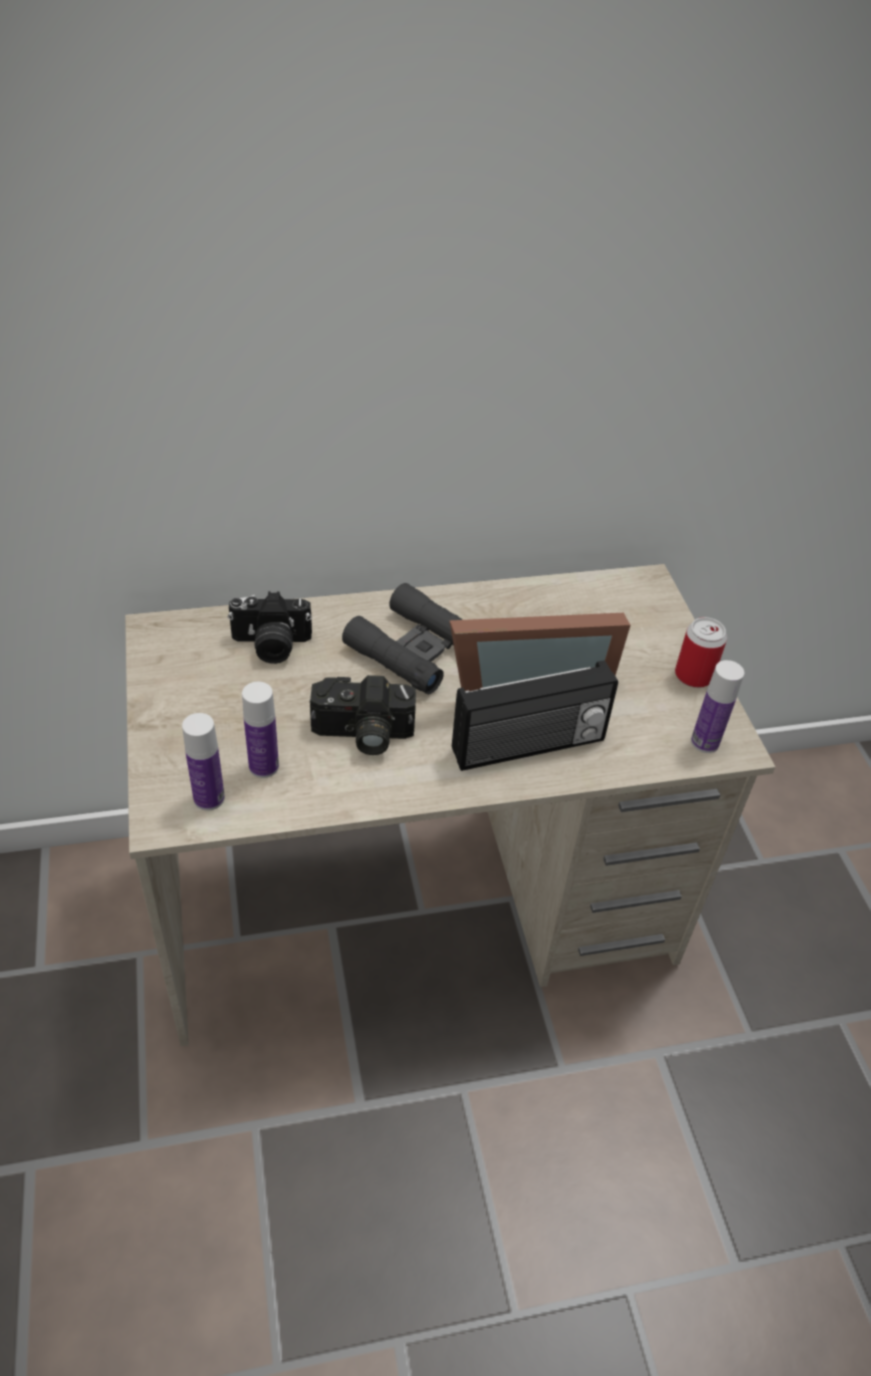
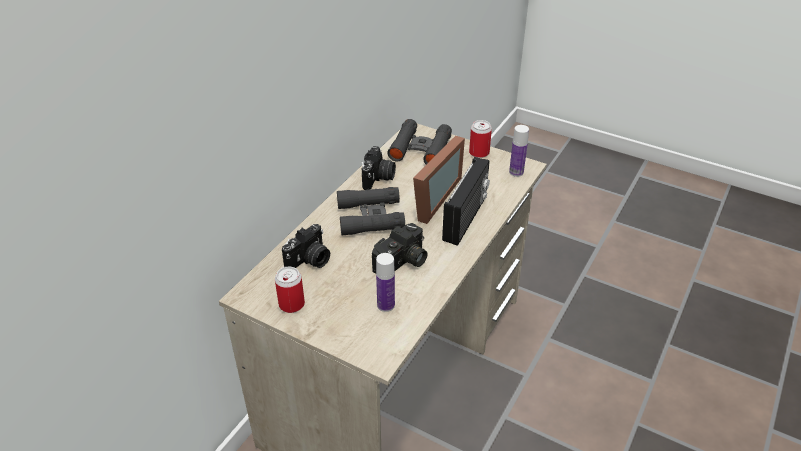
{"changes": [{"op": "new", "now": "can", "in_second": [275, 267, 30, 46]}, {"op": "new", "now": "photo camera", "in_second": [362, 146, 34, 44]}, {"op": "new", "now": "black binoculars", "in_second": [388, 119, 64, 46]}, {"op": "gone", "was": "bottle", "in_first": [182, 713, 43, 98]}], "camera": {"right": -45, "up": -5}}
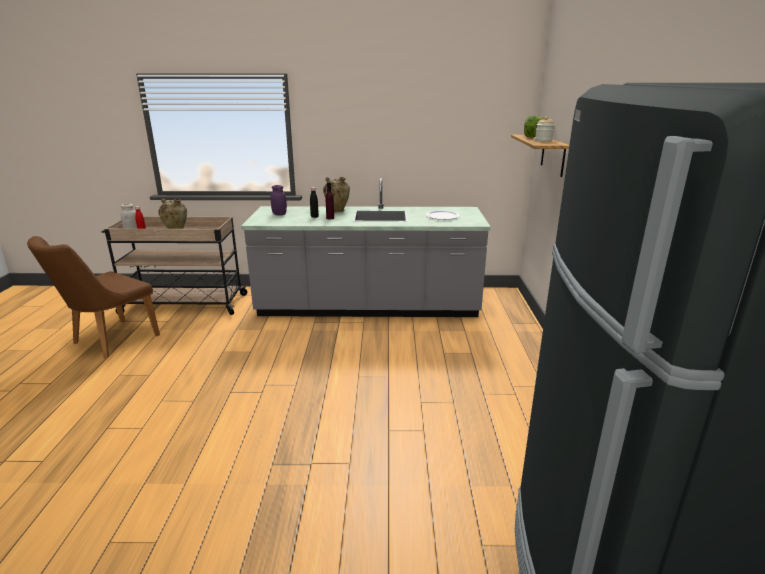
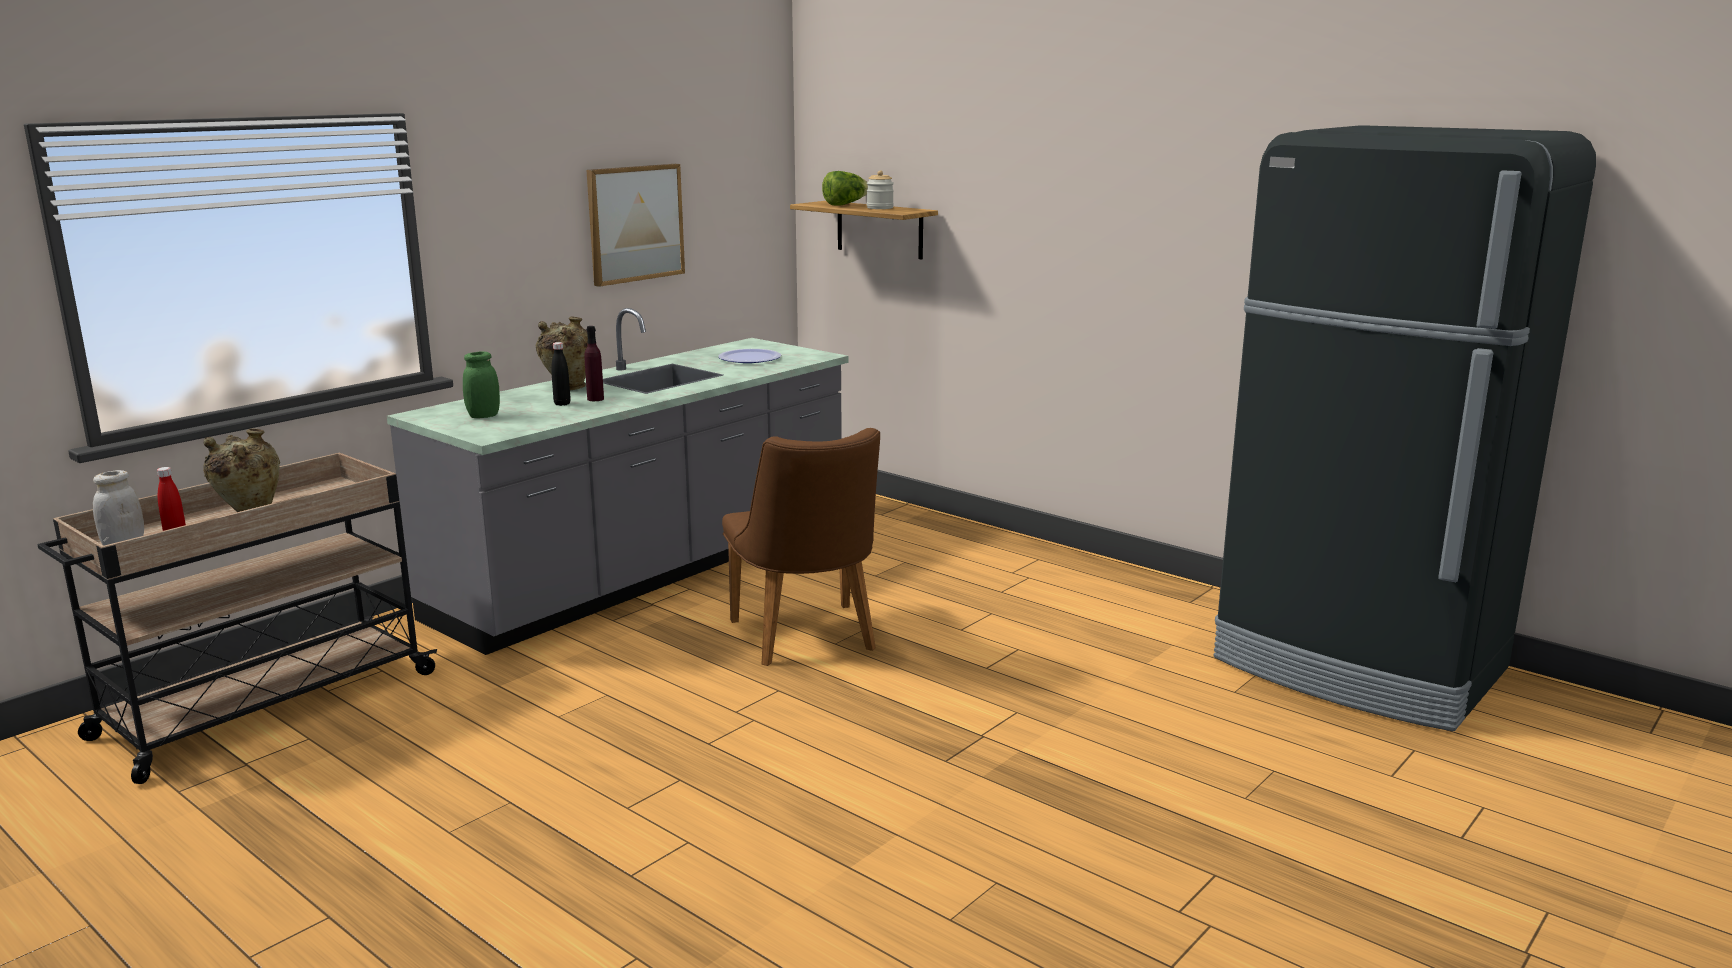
{"changes": [{"op": "repainted", "was": "purple jar", "now": "green jar", "in_first": [271, 185, 16, 30], "in_second": [463, 351, 37, 67]}, {"op": "new", "now": "picture", "in_second": [586, 164, 99, 123]}, {"op": "shifted", "was": "brown chair", "in_first": [27, 236, 133, 122], "in_second": [722, 428, 158, 238]}], "camera": {"right": -50, "up": -5}}
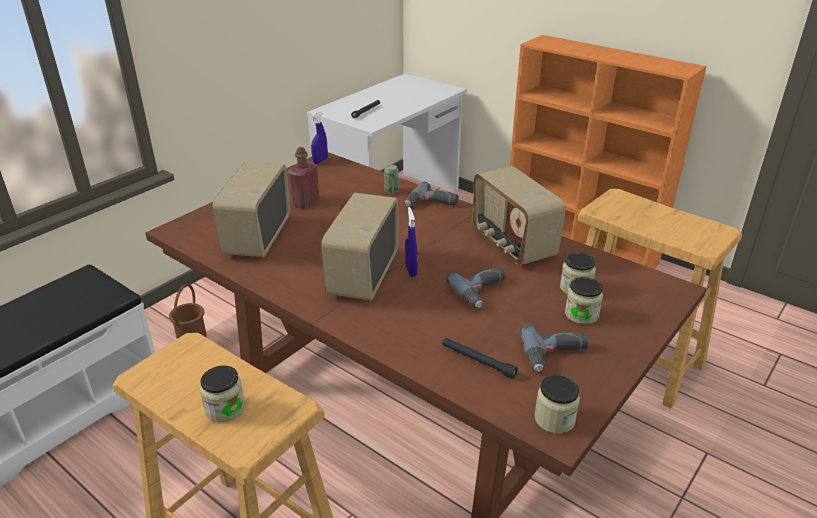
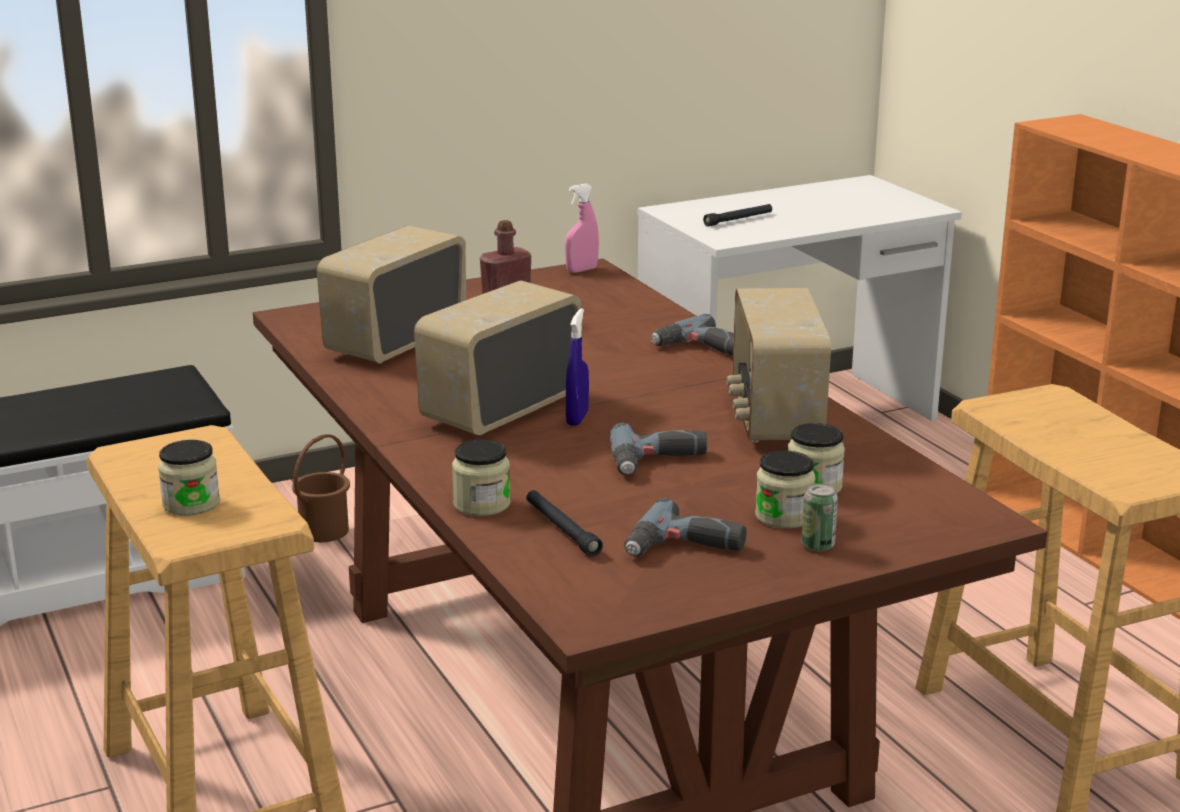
{"changes": [{"op": "shifted", "was": "jar", "in_first": [534, 375, 46, 59], "in_second": [452, 439, 58, 77]}, {"op": "repainted", "was": "blue spray bottle", "now": "pink spray bottle", "in_first": [311, 112, 17, 52], "in_second": [565, 184, 34, 89]}, {"op": "shifted", "was": "can", "in_first": [384, 165, 15, 29], "in_second": [801, 483, 37, 69]}], "camera": {"right": 25, "up": -10}}
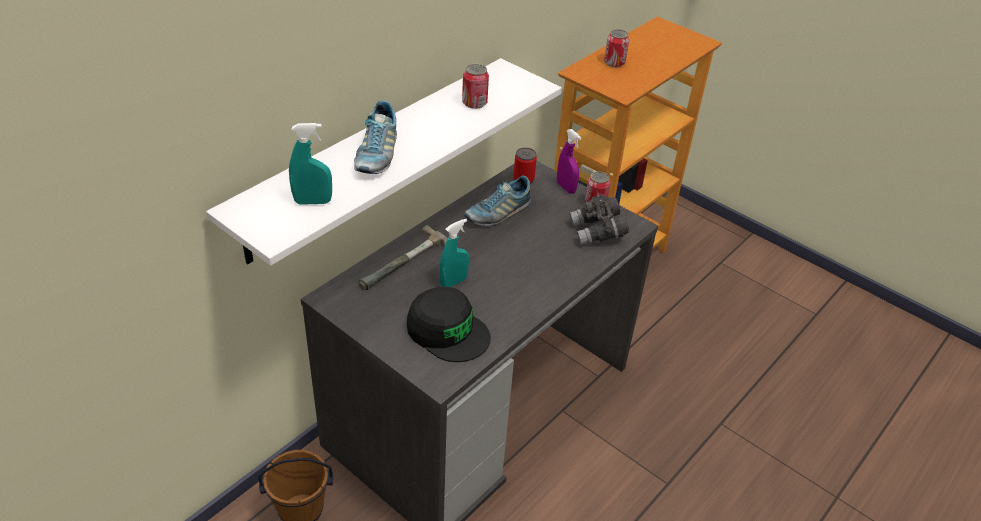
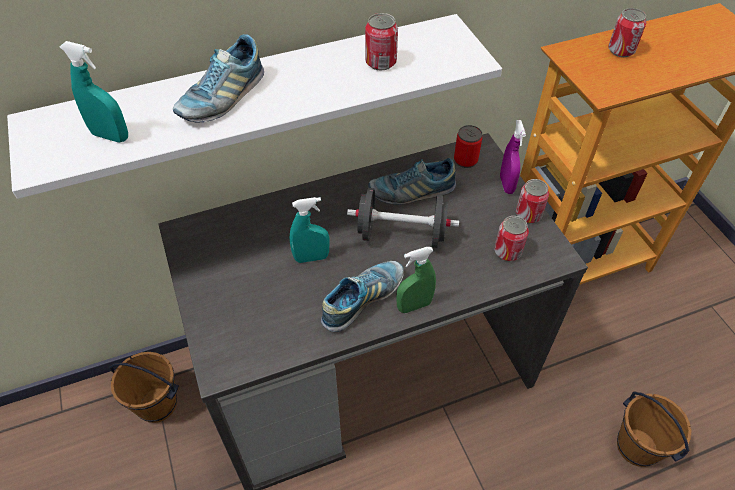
{"changes": [{"op": "new", "now": "shoe", "in_second": [321, 261, 83, 71]}, {"op": "new", "now": "black dumbbell", "in_second": [347, 188, 112, 60]}, {"op": "new", "now": "green spray bottle", "in_second": [396, 247, 40, 66]}, {"op": "swapped", "was": "grey binoculars", "now": "can", "in_first": [570, 194, 59, 51], "in_second": [494, 216, 35, 45]}, {"op": "new", "now": "brown bucket", "in_second": [617, 391, 75, 76]}, {"op": "gone", "was": "hammer", "in_first": [359, 225, 88, 65]}, {"op": "gone", "was": "black cap", "in_first": [407, 287, 84, 75]}], "camera": {"right": 30, "up": 10}}
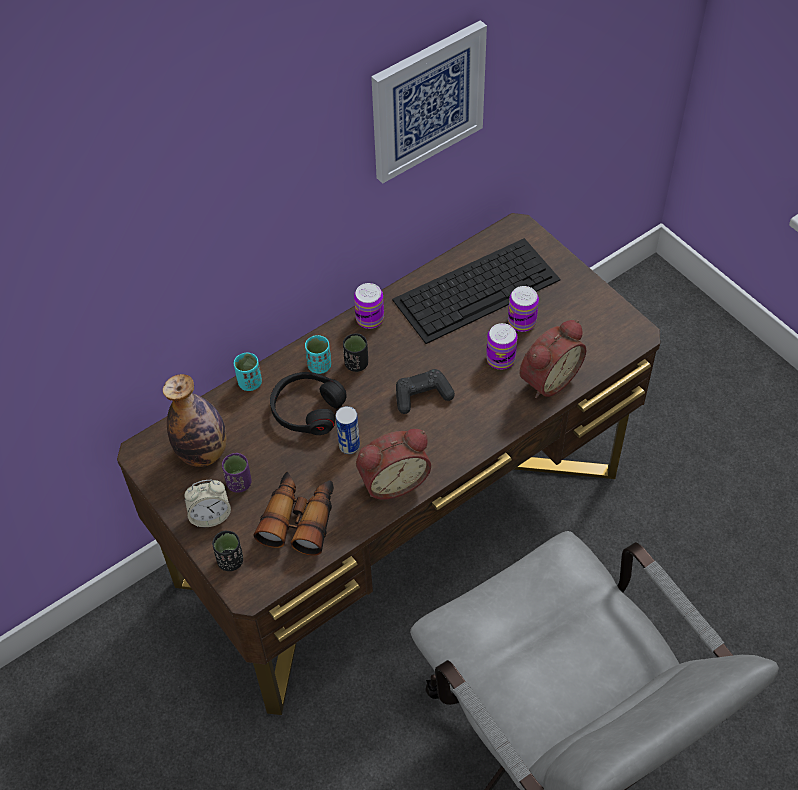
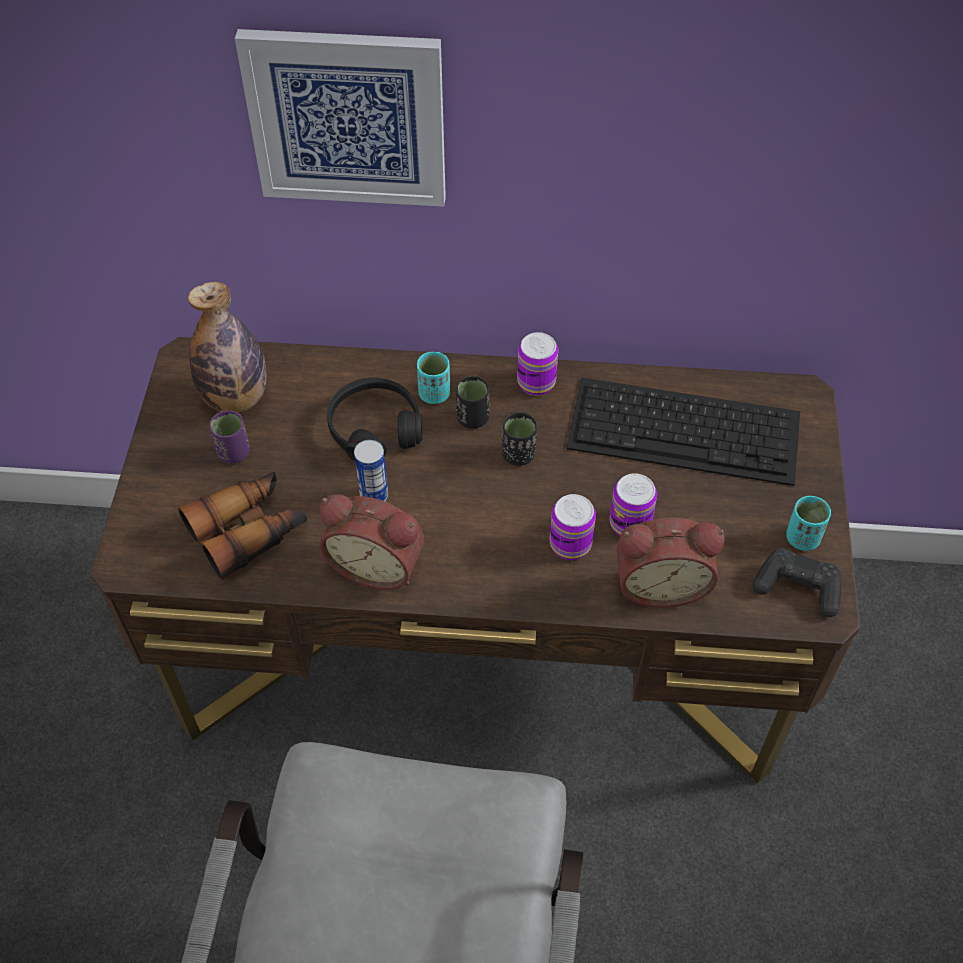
{"changes": [{"op": "shifted", "was": "picture", "in_first": [371, 20, 116, 164], "in_second": [235, 29, 211, 178]}, {"op": "shifted", "was": "black cup", "in_first": [212, 530, 31, 41], "in_second": [502, 412, 35, 54]}, {"op": "shifted", "was": "can", "in_first": [508, 286, 31, 46], "in_second": [549, 494, 47, 66]}, {"op": "shifted", "was": "black game controller", "in_first": [396, 369, 59, 45], "in_second": [752, 548, 89, 69]}, {"op": "shifted", "was": "turquoise cup", "in_first": [234, 353, 28, 38], "in_second": [786, 496, 45, 55]}, {"op": "gone", "was": "alarm clock", "in_first": [184, 480, 47, 47]}], "camera": {"right": 40, "up": 0}}
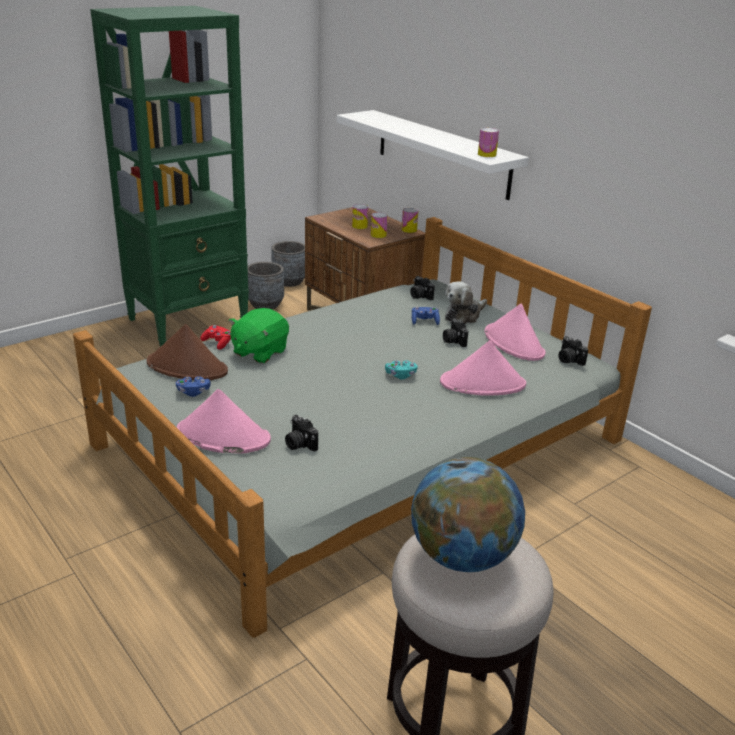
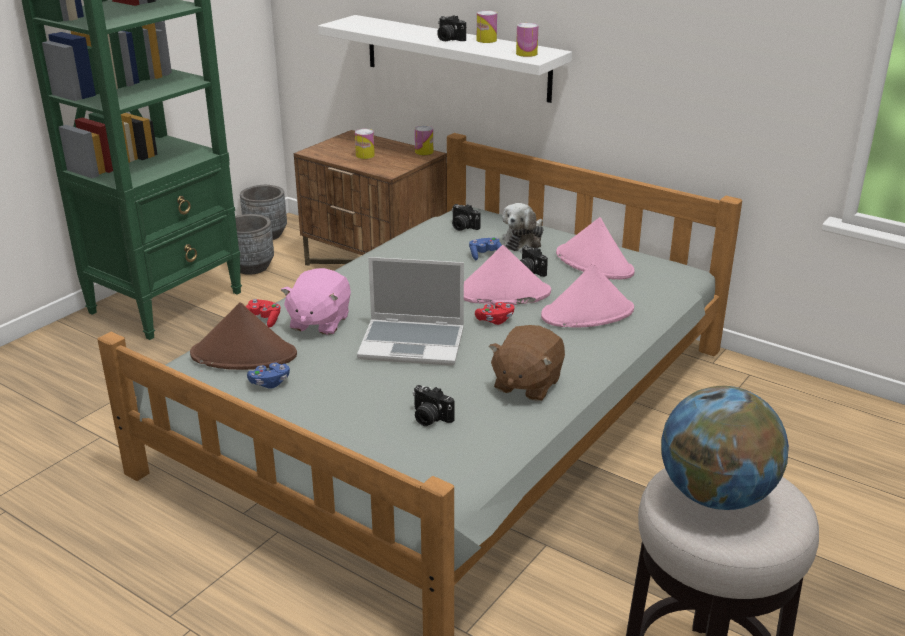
{"changes": [{"op": "repainted", "was": "green plush toy", "now": "pink plush toy", "in_first": [229, 308, 60, 56], "in_second": [281, 268, 70, 67]}, {"op": "new", "now": "laptop", "in_second": [357, 257, 107, 109]}, {"op": "shifted", "was": "photo camera", "in_first": [558, 336, 30, 30], "in_second": [437, 15, 29, 26]}, {"op": "shifted", "was": "pink hat", "in_first": [177, 389, 94, 64], "in_second": [464, 245, 87, 60]}, {"op": "repainted", "was": "turquoise game controller", "now": "red game controller", "in_first": [385, 360, 33, 20], "in_second": [475, 302, 40, 23]}, {"op": "shifted", "was": "can", "in_first": [371, 212, 17, 26], "in_second": [477, 11, 20, 32]}, {"op": "new", "now": "brown plush toy", "in_second": [489, 325, 76, 76]}], "camera": {"right": -15, "up": 0}}
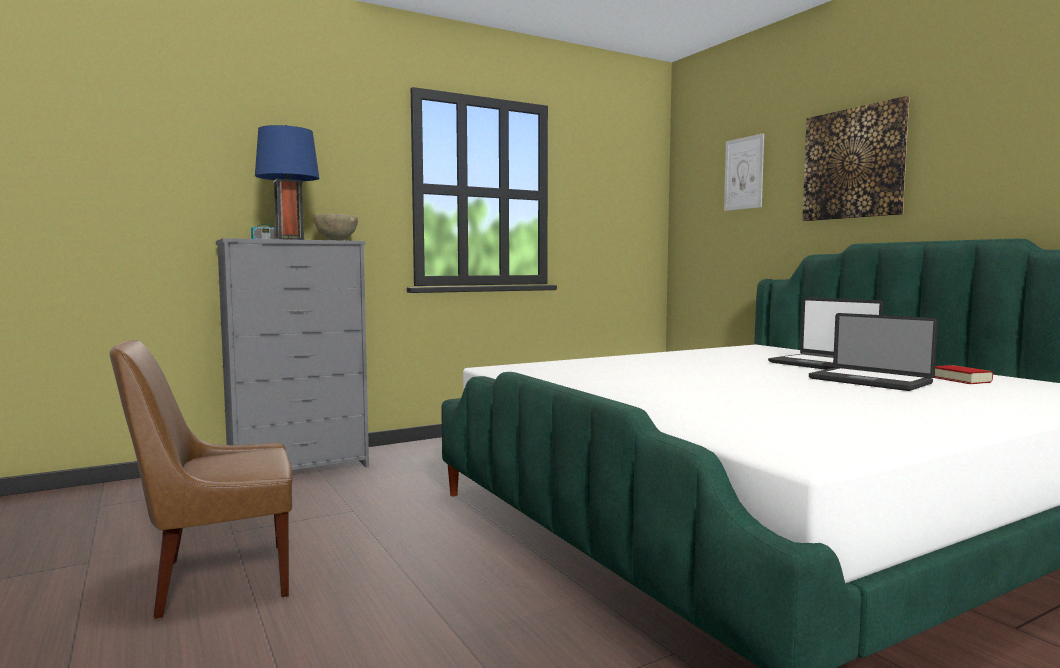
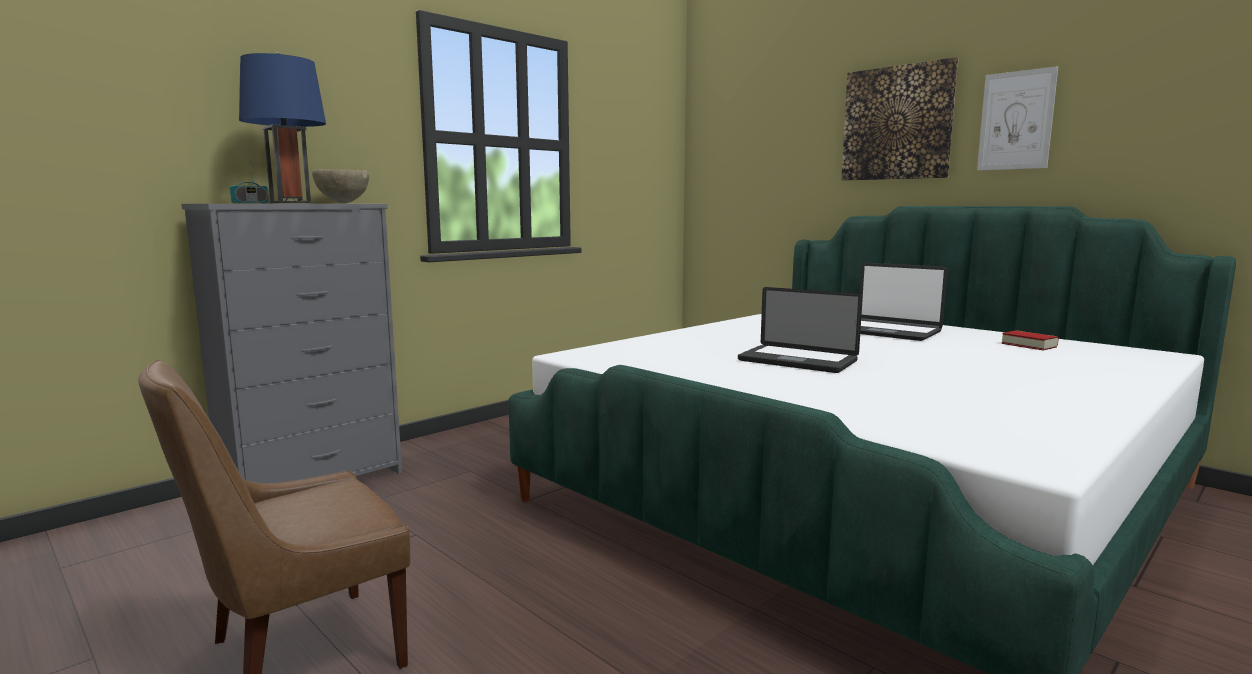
{"changes": [{"op": "shifted", "was": "laptop", "in_first": [809, 313, 129, 78], "in_second": [738, 287, 125, 86]}, {"op": "shifted", "was": "picture", "in_first": [724, 133, 40, 78], "in_second": [977, 66, 81, 104]}], "camera": {"right": -15, "up": 5}}
